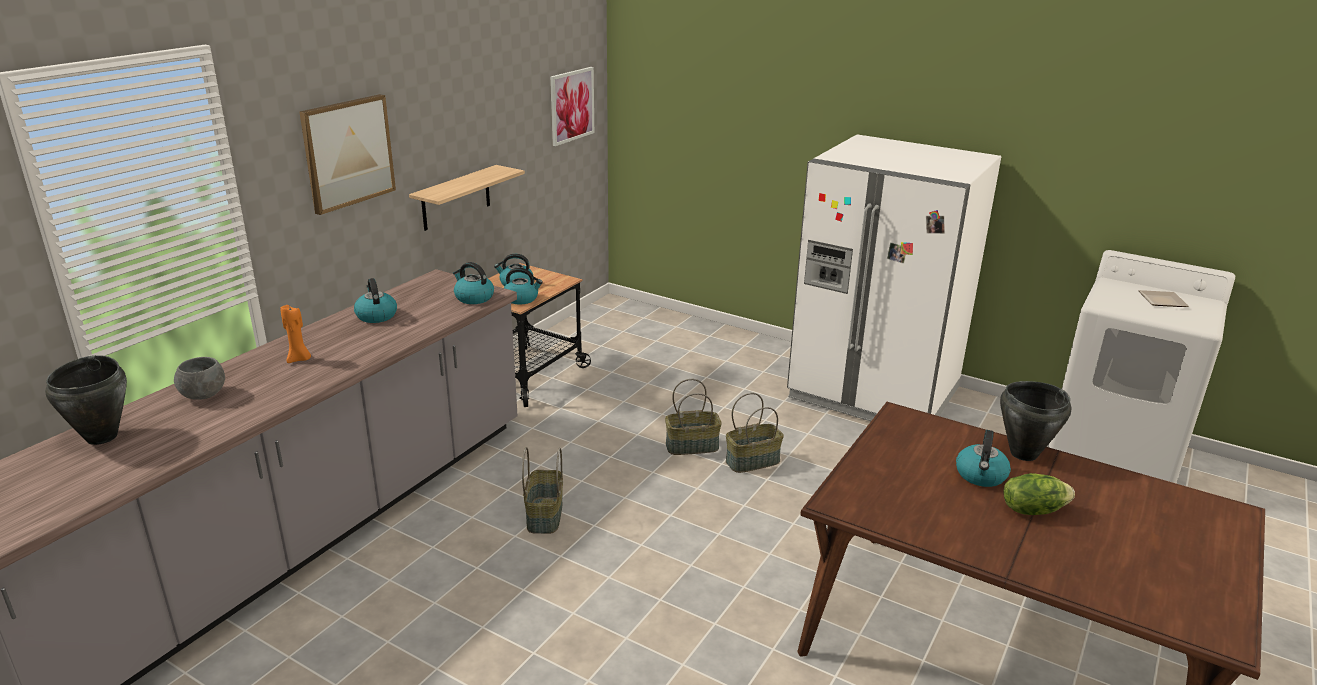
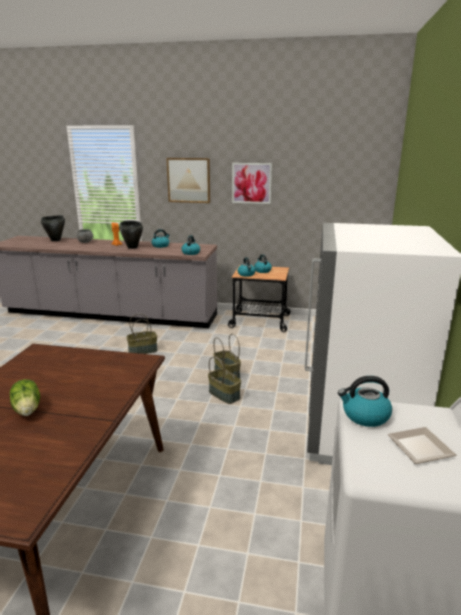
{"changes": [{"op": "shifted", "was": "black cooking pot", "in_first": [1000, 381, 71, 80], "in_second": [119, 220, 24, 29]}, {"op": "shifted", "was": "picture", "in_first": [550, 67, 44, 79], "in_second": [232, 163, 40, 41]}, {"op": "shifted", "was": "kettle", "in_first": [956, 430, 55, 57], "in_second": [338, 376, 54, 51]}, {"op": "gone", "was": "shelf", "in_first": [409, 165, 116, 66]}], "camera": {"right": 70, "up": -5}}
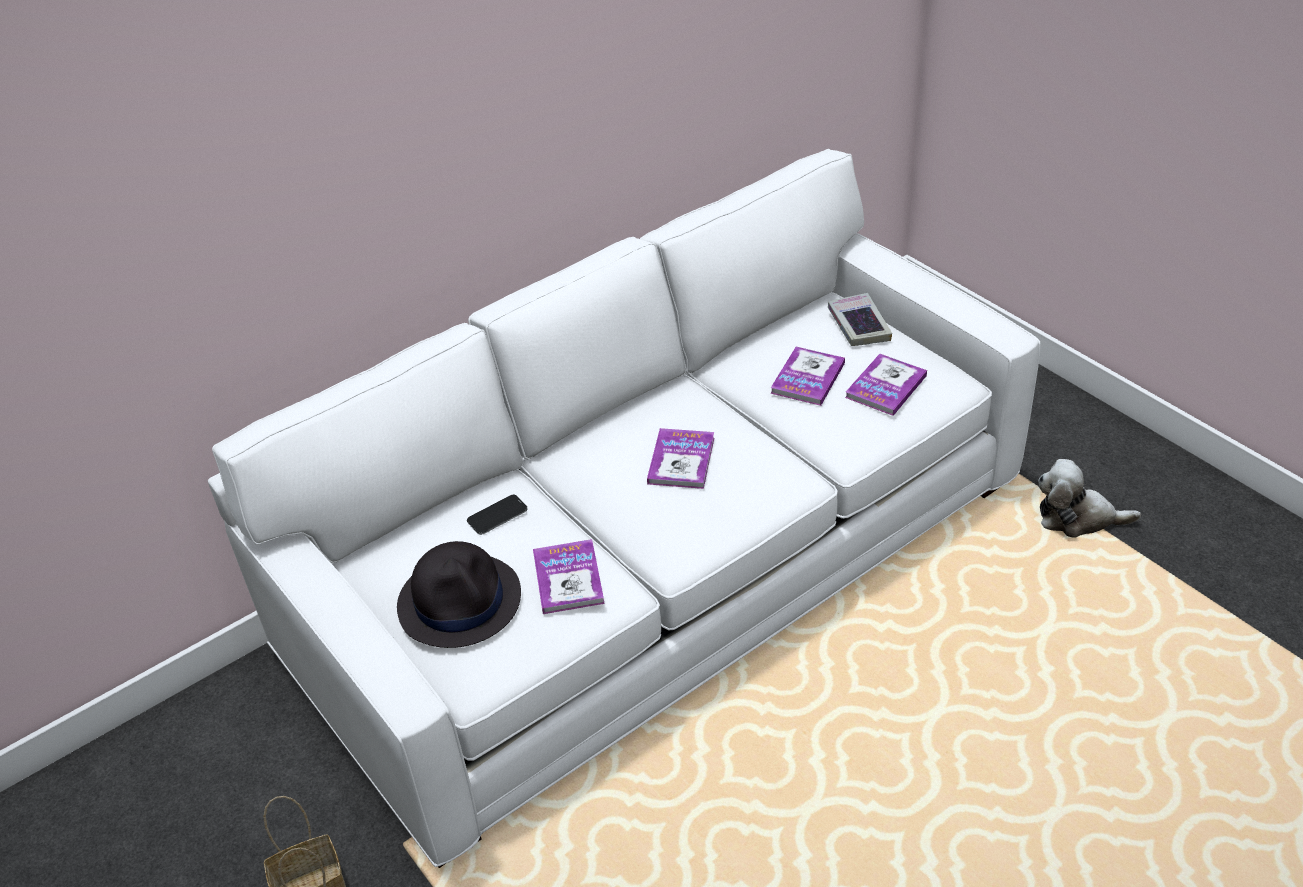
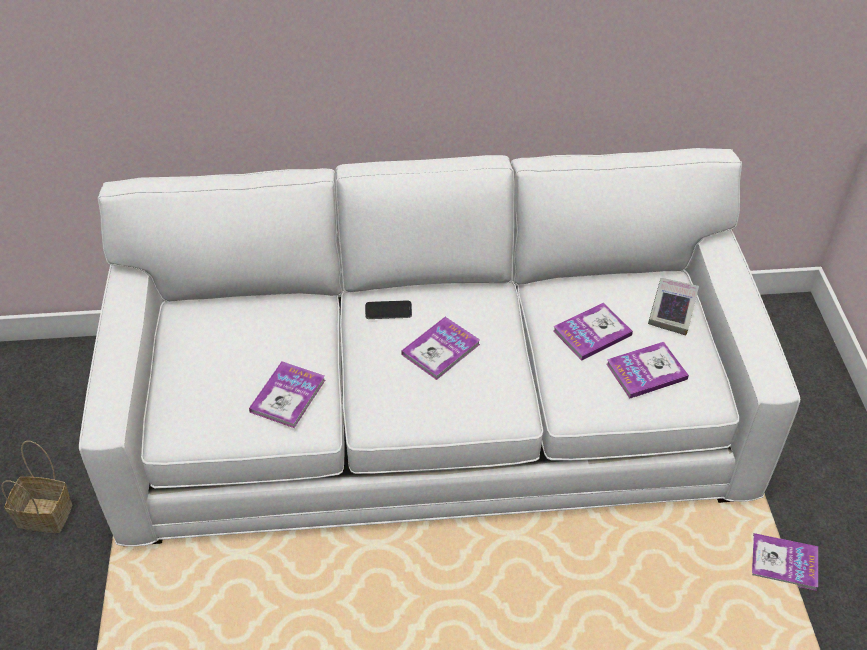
{"changes": [{"op": "shifted", "was": "phone", "in_first": [467, 495, 61, 40], "in_second": [365, 300, 47, 19]}, {"op": "swapped", "was": "plush toy", "now": "book", "in_first": [1038, 459, 103, 79], "in_second": [752, 533, 66, 58]}, {"op": "gone", "was": "black hat", "in_first": [397, 541, 124, 107]}], "camera": {"right": 30, "up": 5}}
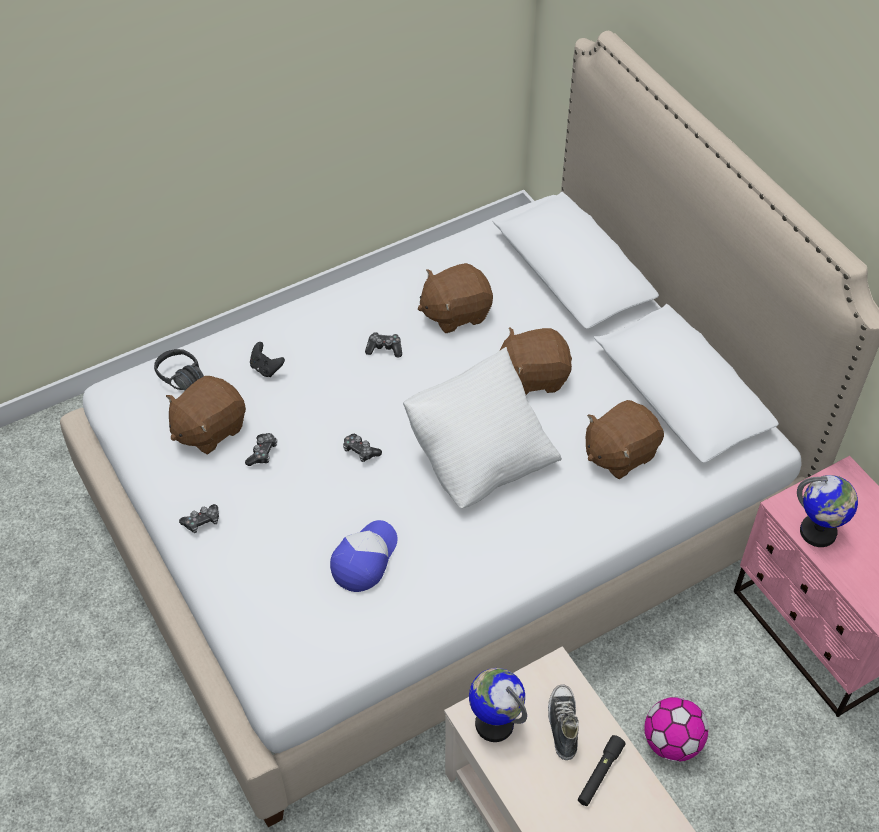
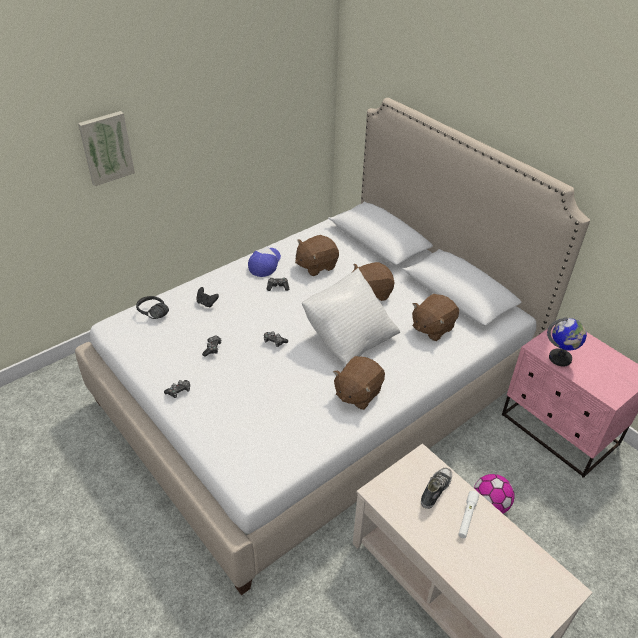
{"changes": [{"op": "new", "now": "picture", "in_second": [78, 111, 57, 75]}, {"op": "shifted", "was": "cap", "in_first": [330, 520, 67, 72], "in_second": [248, 246, 33, 31]}, {"op": "shifted", "was": "brown plush toy", "in_first": [166, 376, 80, 78], "in_second": [333, 356, 52, 54]}, {"op": "rotated", "was": "shoe", "in_first": [548, 684, 31, 76], "in_second": [421, 468, 31, 41], "clockwise": 45}, {"op": "repainted", "was": "black flashlight", "now": "white flashlight", "in_first": [578, 735, 48, 71], "in_second": [458, 491, 21, 47]}, {"op": "gone", "was": "globe", "in_first": [469, 668, 58, 74]}], "camera": {"right": -10, "up": -10}}
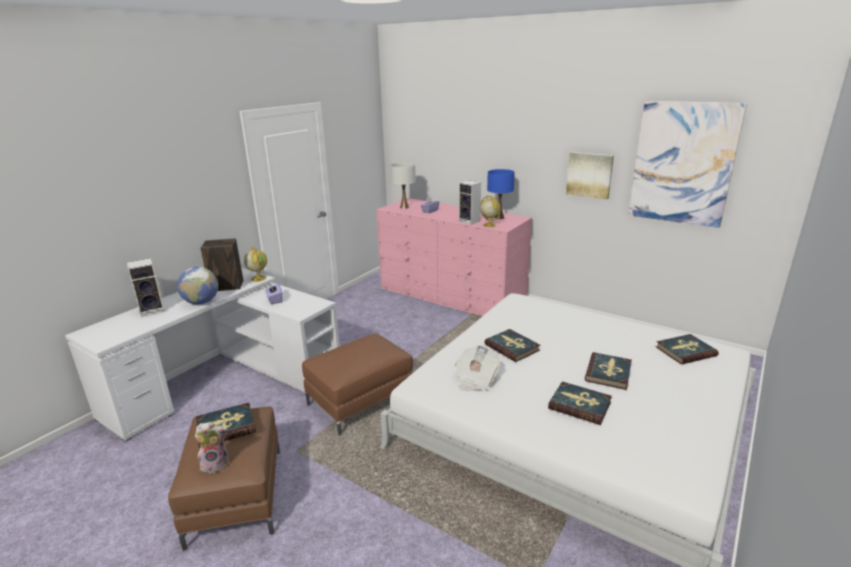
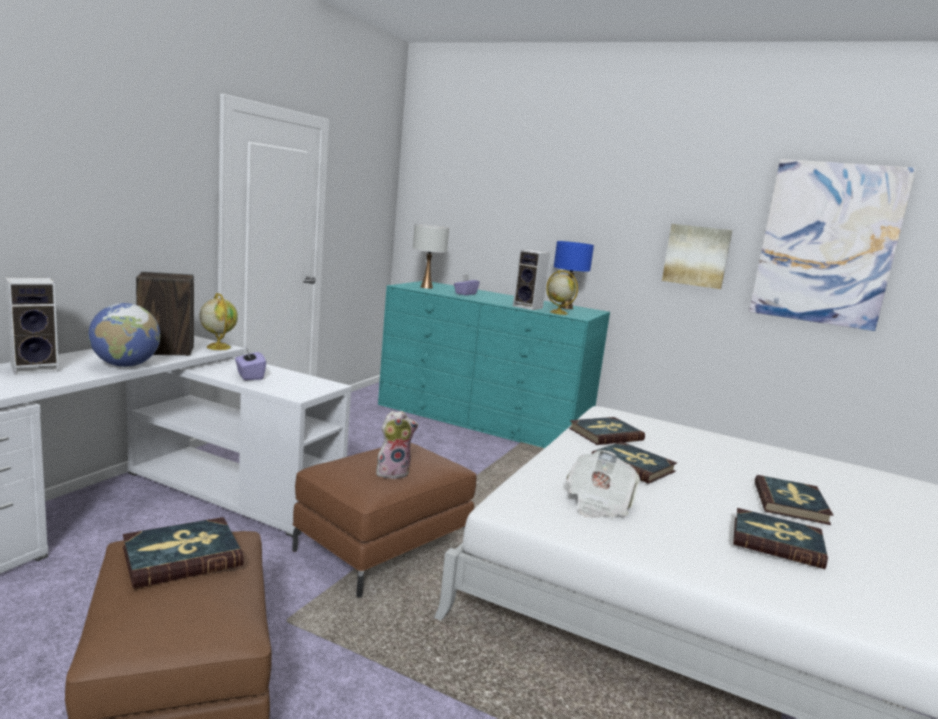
{"changes": [{"op": "shifted", "was": "plush toy", "in_first": [195, 422, 34, 51], "in_second": [376, 411, 42, 69]}, {"op": "repainted", "was": "pink dresser", "now": "turquoise dresser", "in_first": [376, 198, 156, 118], "in_second": [378, 281, 232, 167]}, {"op": "shifted", "was": "book", "in_first": [655, 334, 64, 30], "in_second": [569, 417, 76, 28]}], "camera": {"right": -10, "up": -10}}
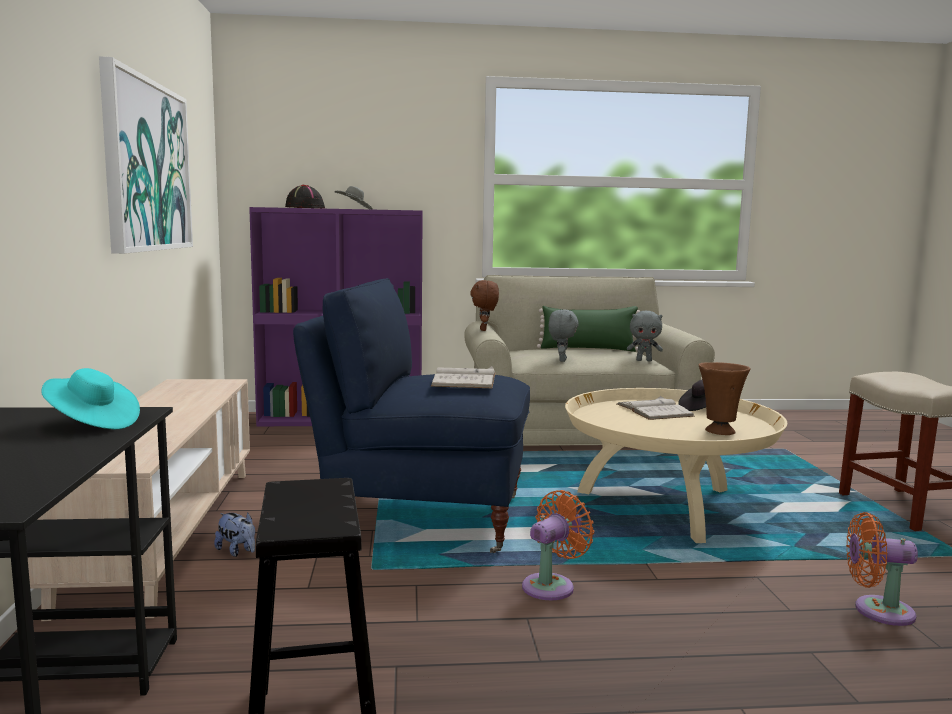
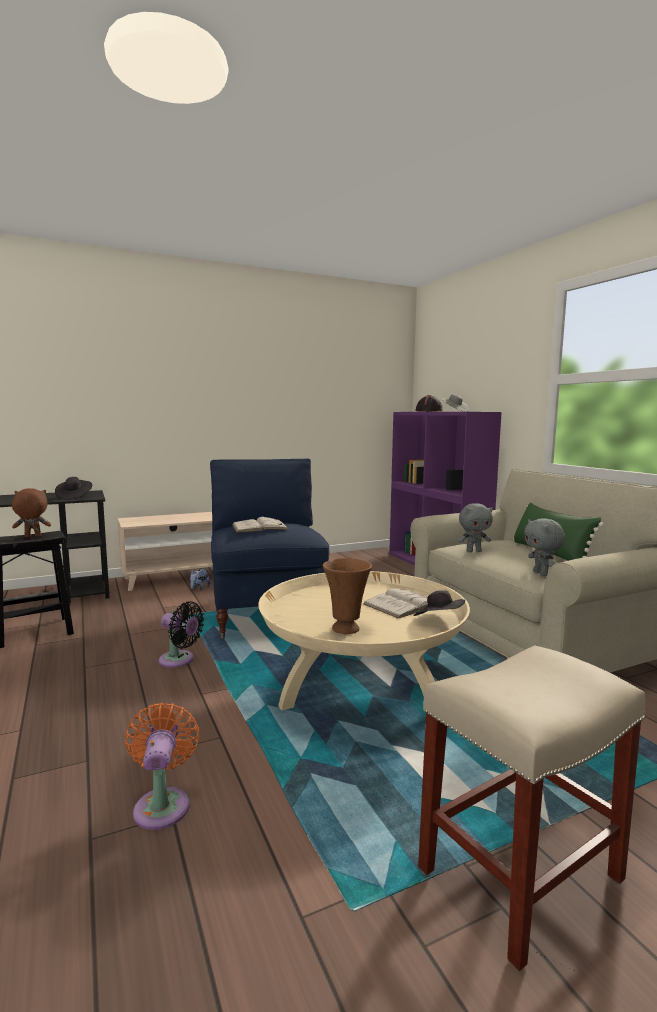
{"changes": [{"op": "shifted", "was": "brown plush toy", "in_first": [470, 280, 29, 51], "in_second": [12, 488, 39, 50]}, {"op": "repainted", "was": "turquoise hat", "now": "black hat", "in_first": [41, 368, 99, 61], "in_second": [55, 477, 37, 23]}, {"op": "repainted", "was": "orange fan", "now": "black fan", "in_first": [522, 490, 72, 110], "in_second": [159, 601, 45, 67]}, {"op": "gone", "was": "picture", "in_first": [99, 56, 94, 198]}], "camera": {"right": 70, "up": 0}}
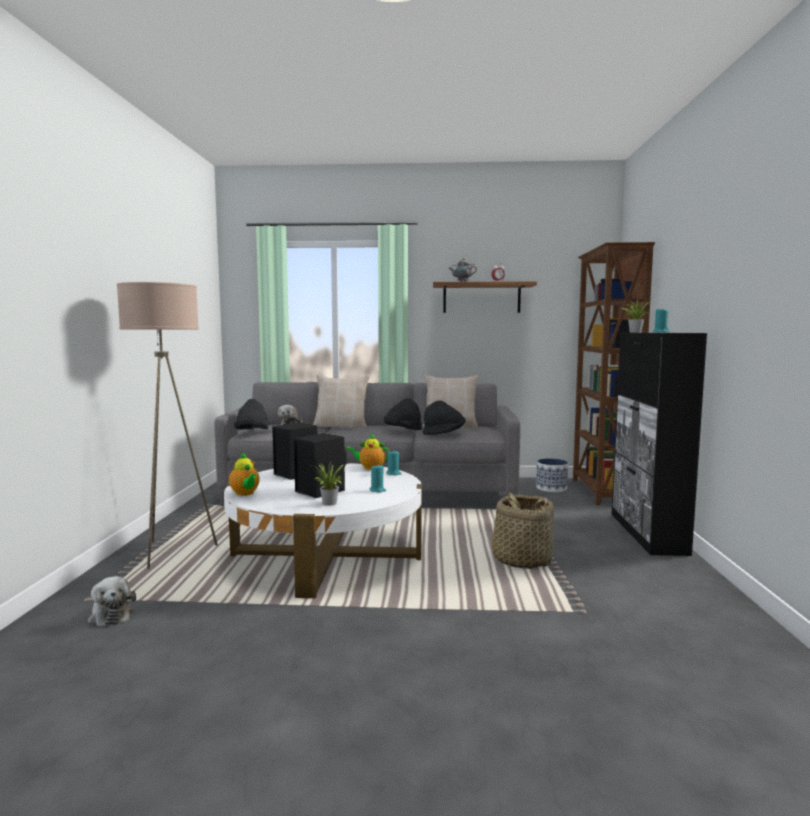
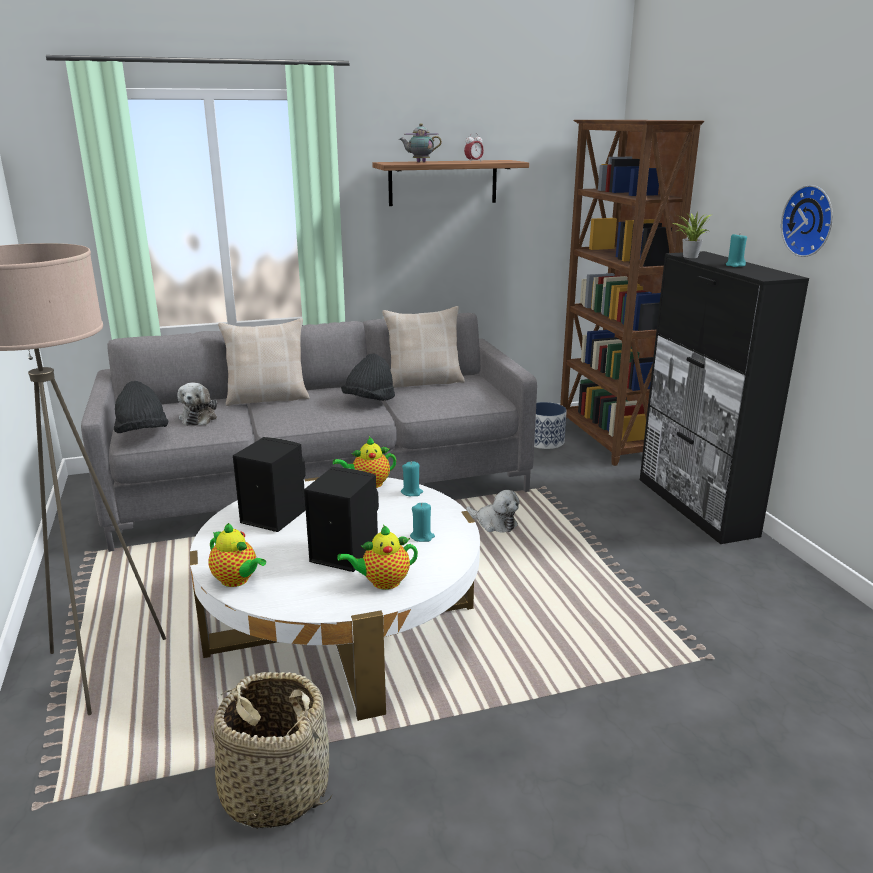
{"changes": [{"op": "shifted", "was": "basket", "in_first": [489, 492, 67, 77], "in_second": [211, 672, 121, 157]}, {"op": "swapped", "was": "potted plant", "now": "teapot", "in_first": [311, 462, 34, 44], "in_second": [337, 525, 81, 65]}, {"op": "shifted", "was": "plush toy", "in_first": [88, 576, 48, 51], "in_second": [466, 490, 54, 42]}, {"op": "new", "now": "wall clock", "in_second": [781, 185, 52, 72]}, {"op": "gone", "was": "black hat", "in_first": [423, 401, 42, 34]}], "camera": {"right": -20, "up": 15}}
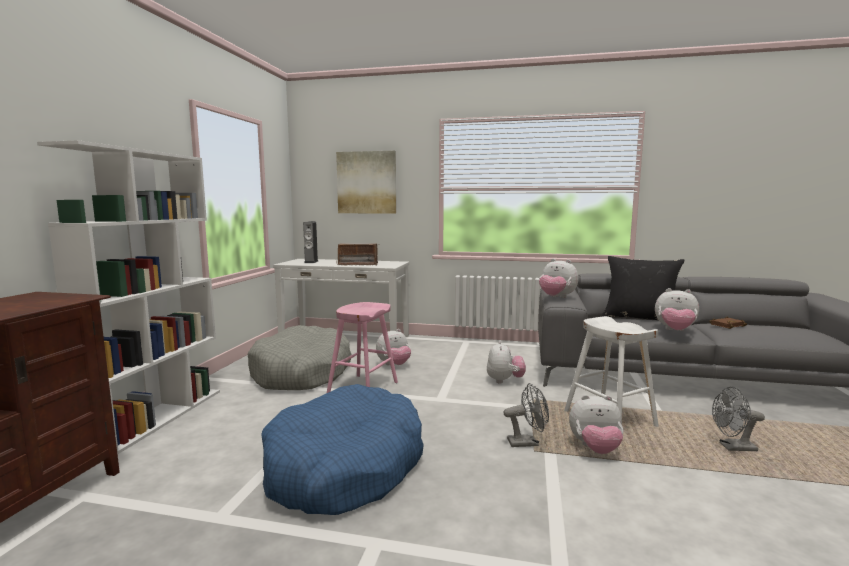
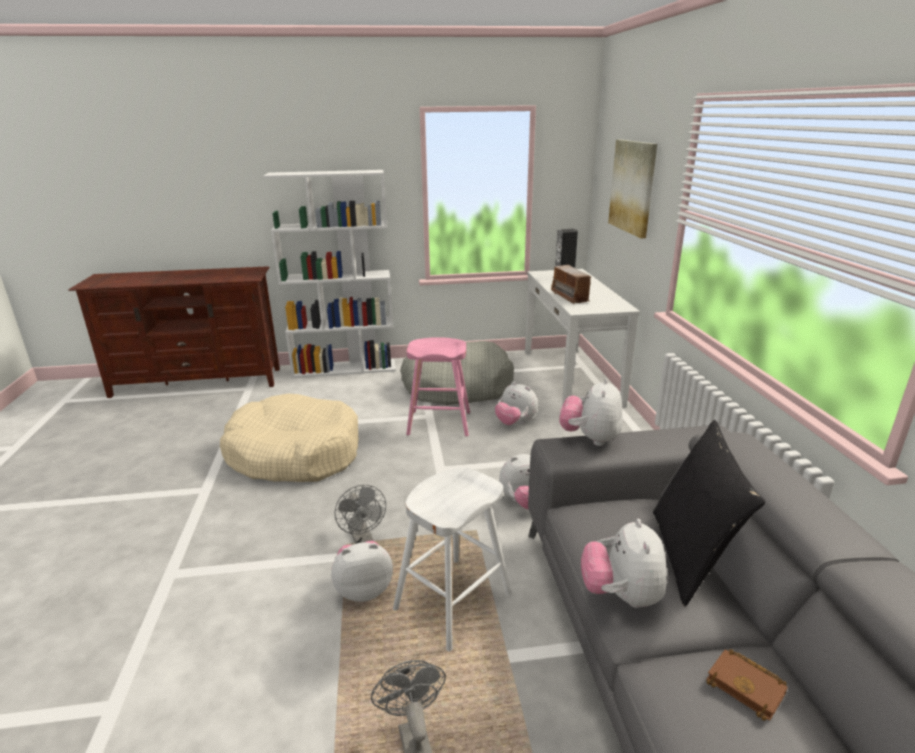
{"changes": [{"op": "repainted", "was": "blue dog bed", "now": "beige dog bed", "in_first": [261, 384, 163, 131], "in_second": [220, 394, 138, 88]}, {"op": "rotated", "was": "plush toy", "in_first": [569, 395, 55, 59], "in_second": [331, 540, 62, 62], "clockwise": 90}], "camera": {"right": 70, "up": 15}}
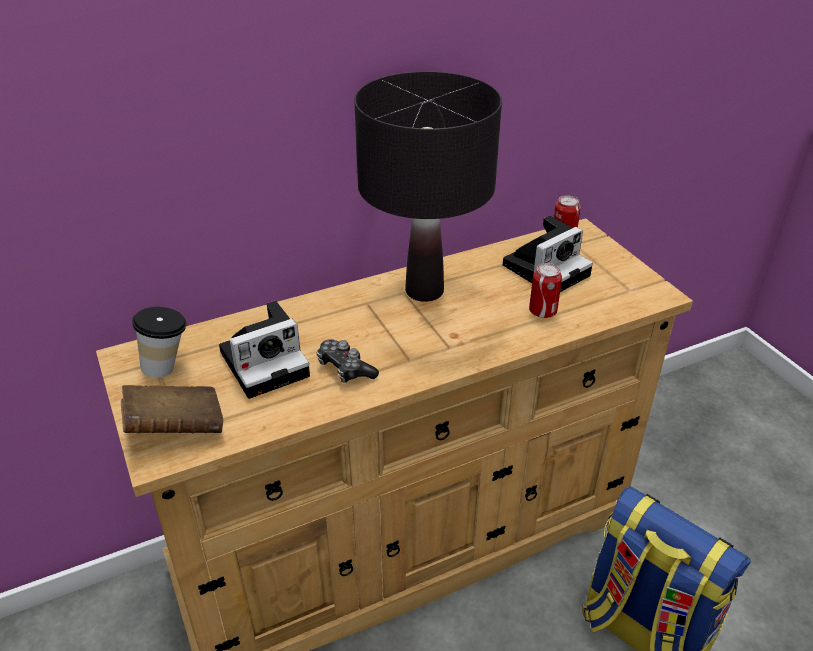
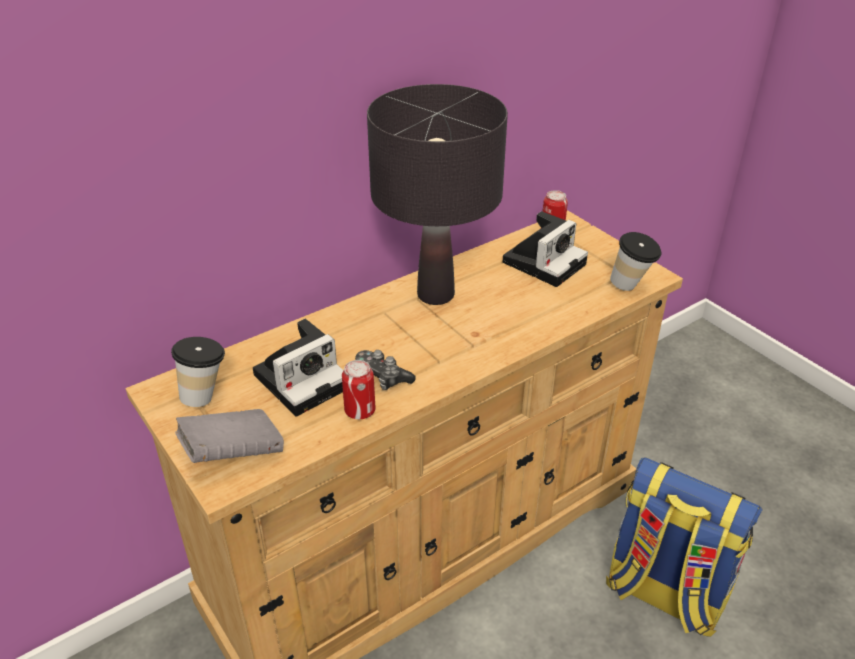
{"changes": [{"op": "repainted", "was": "brown book", "now": "grey book", "in_first": [121, 385, 102, 48], "in_second": [175, 409, 109, 54]}, {"op": "shifted", "was": "can", "in_first": [529, 263, 33, 55], "in_second": [342, 360, 34, 59]}, {"op": "new", "now": "cup", "in_second": [610, 232, 51, 59]}], "camera": {"right": -10, "up": 0}}
